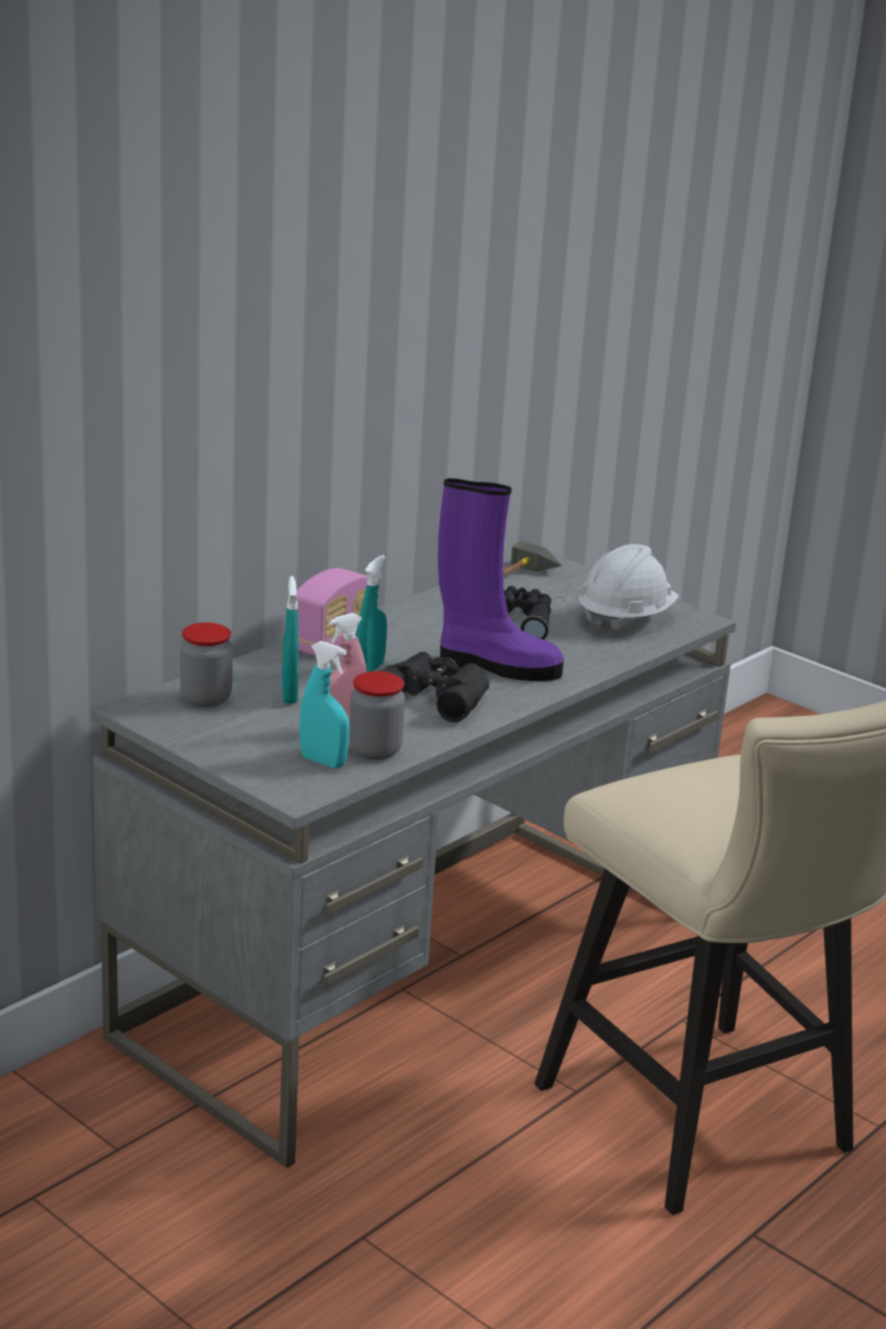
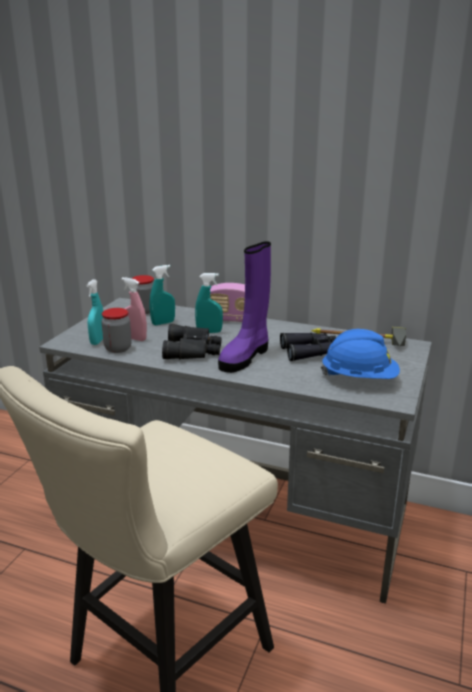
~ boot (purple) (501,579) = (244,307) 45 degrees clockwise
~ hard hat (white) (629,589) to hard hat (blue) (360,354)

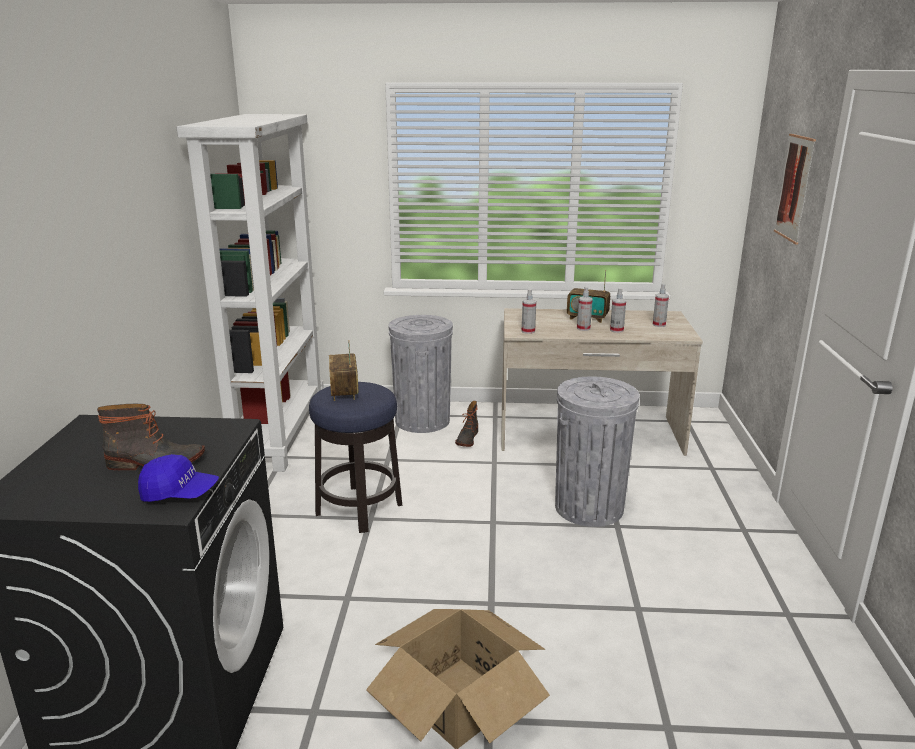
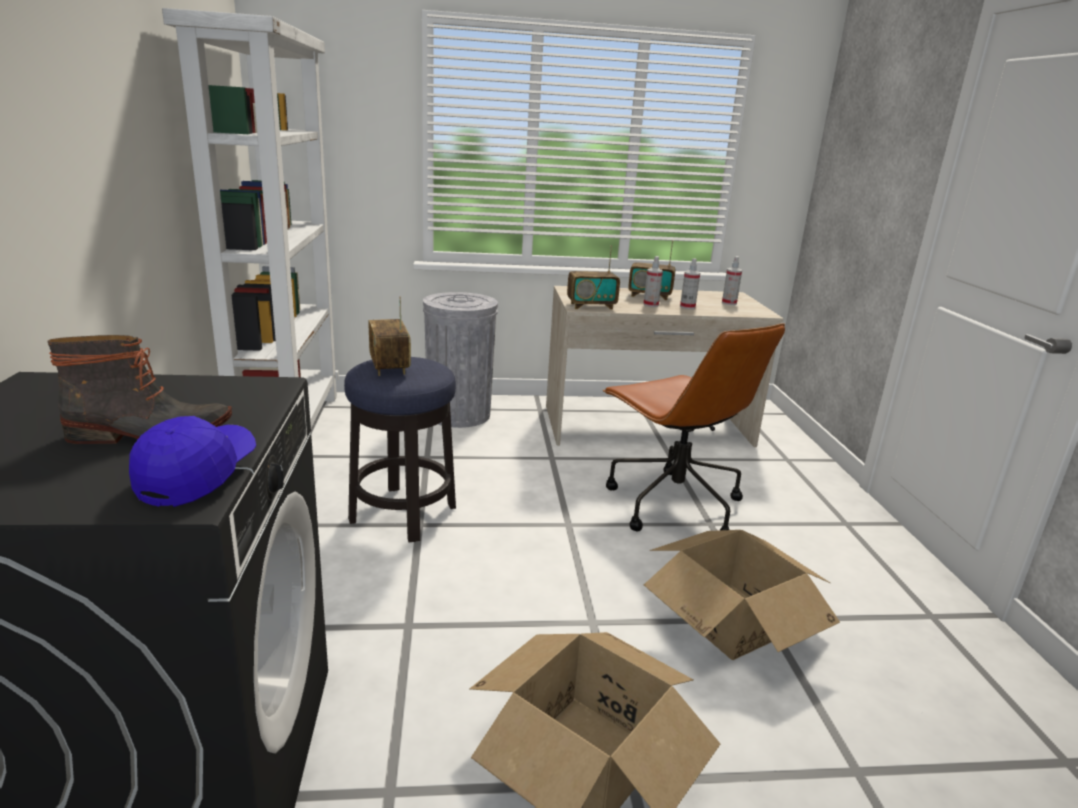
~ cap (blue) (178,478) = (192,461) 75 degrees counterclockwise
~ spray bottle (529,311) to radio (593,277)
~ trash can (grey) (597,451) to office chair (brown) (694,427)
+ cardboard box (742,595)
- boot (466,424)
- picture (795,189)

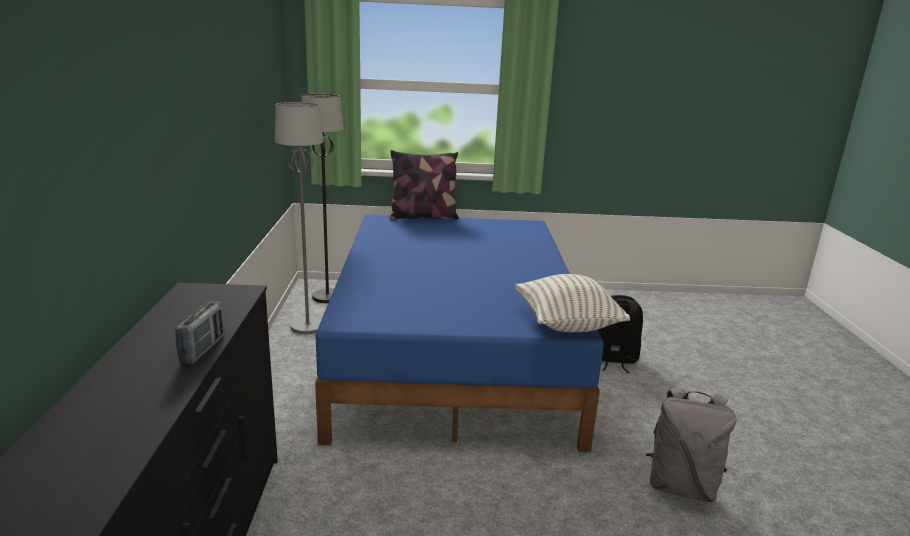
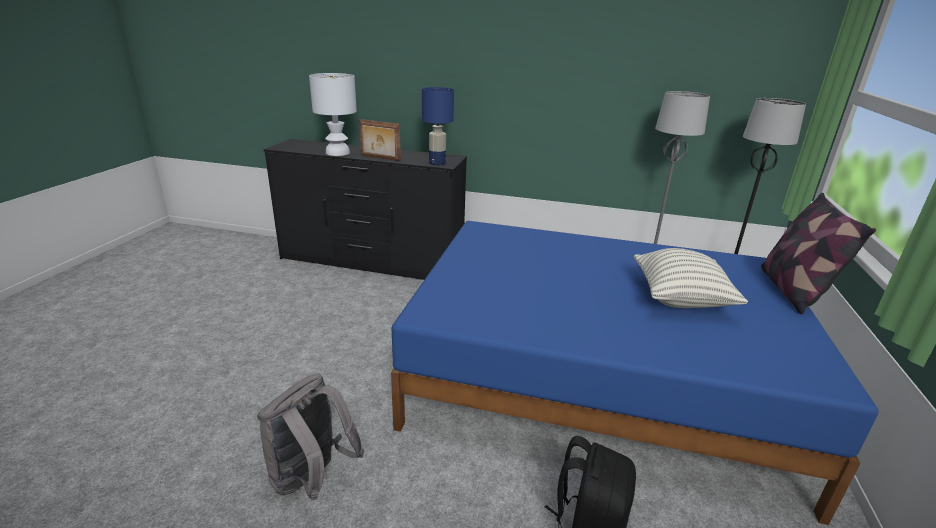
+ table lamp (white) (333,114)
~ radio (200,332) to picture frame (380,140)
+ table lamp (blue) (438,126)
~ pillow (573,303) to (691,278)

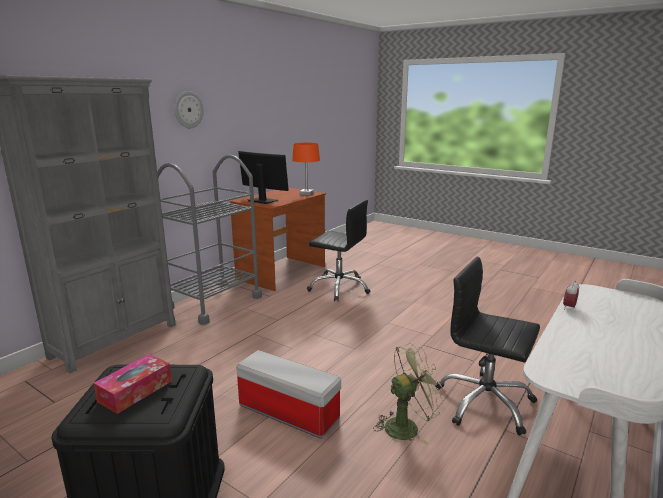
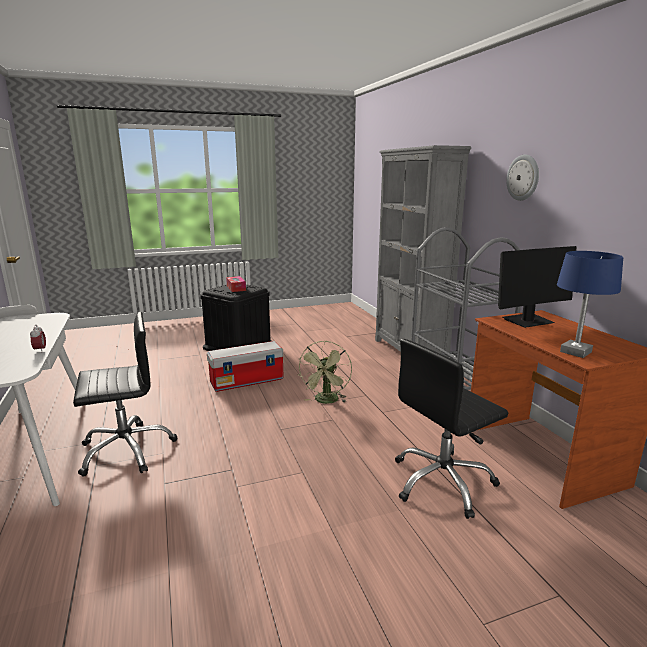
~ fan (green) (409,394) to (325,372)
~ table lamp (orange) (306,169) to table lamp (blue) (590,304)

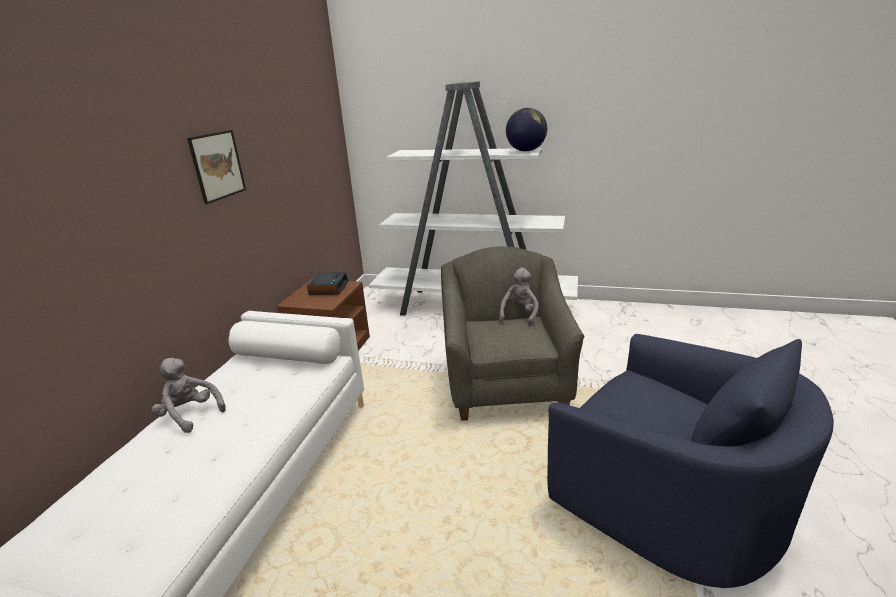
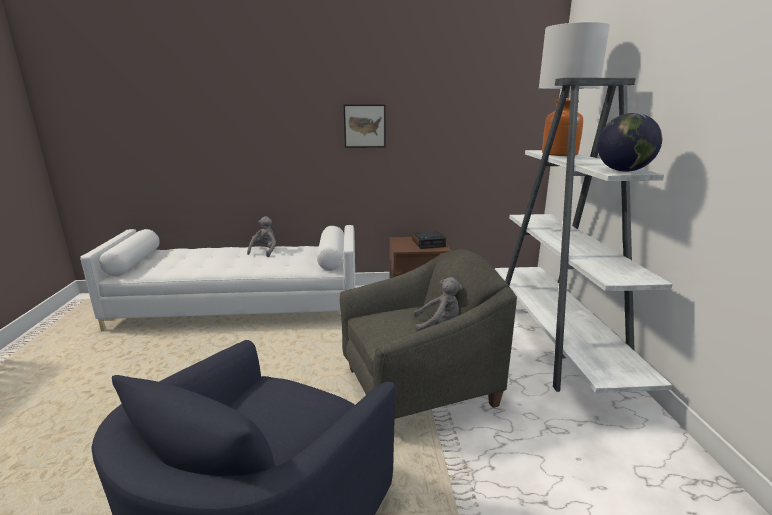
+ table lamp (574,89)

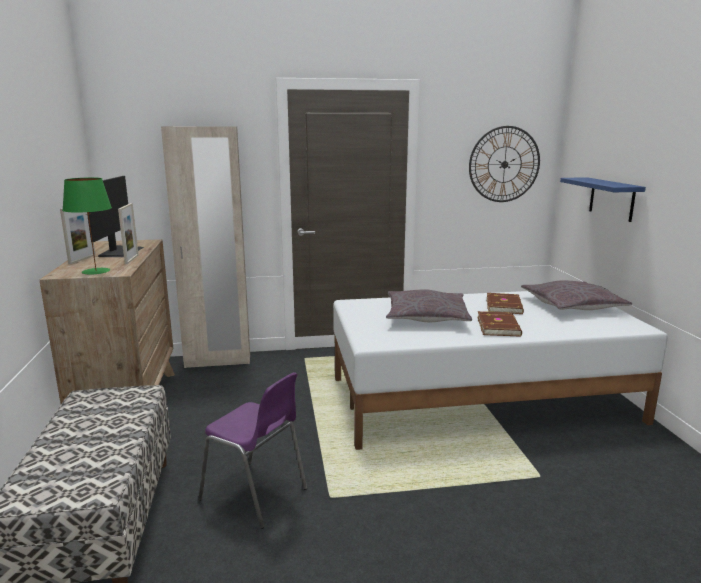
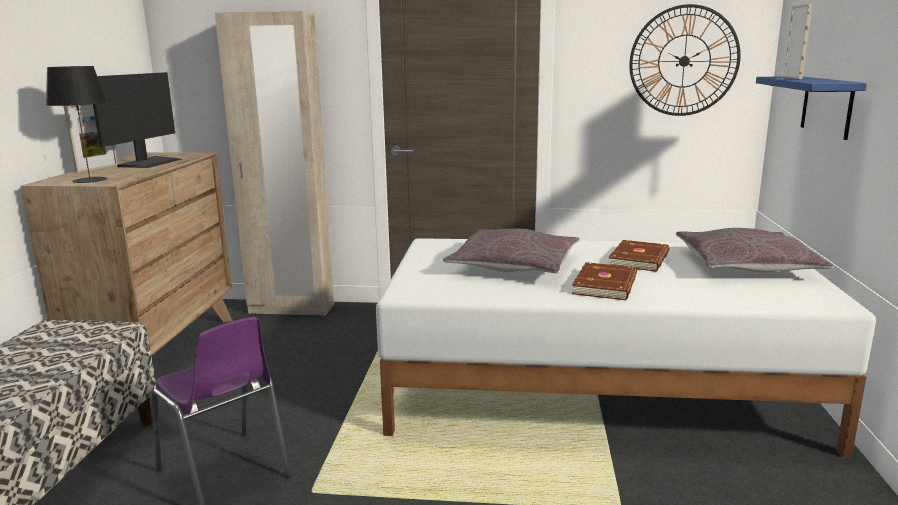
~ table lamp (green) (87,226) to table lamp (black) (76,124)
~ picture frame (128,233) to (797,41)

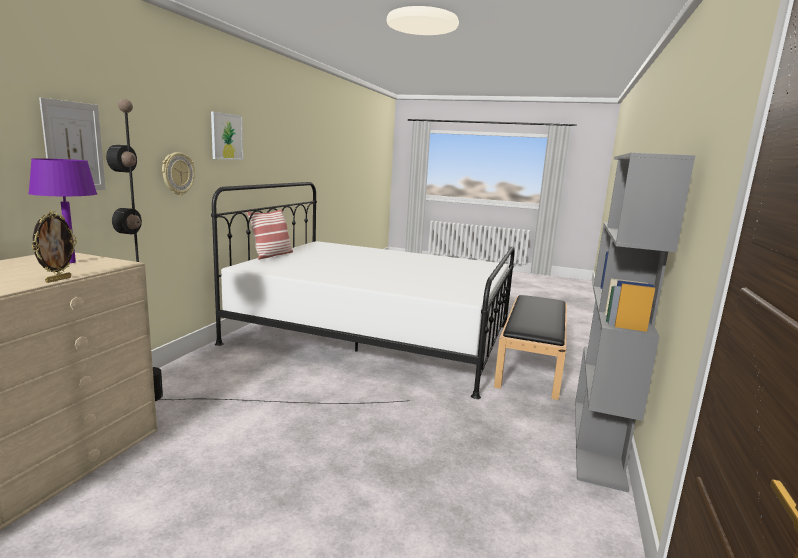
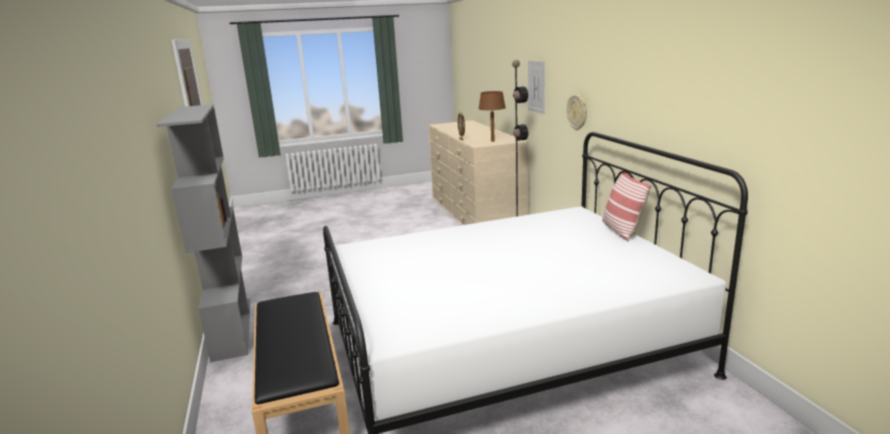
~ table lamp (purple) (62,210) to table lamp (brown) (492,116)
- picture (227,136)

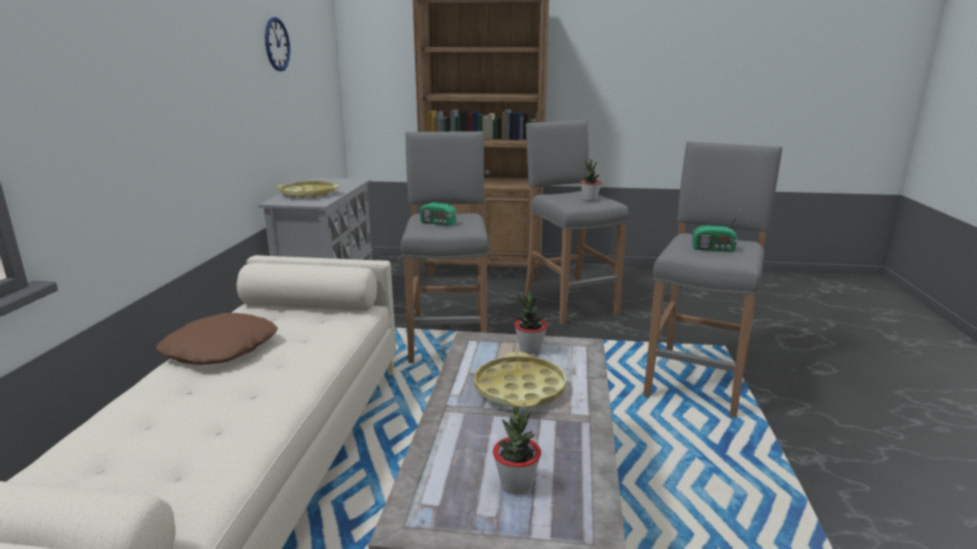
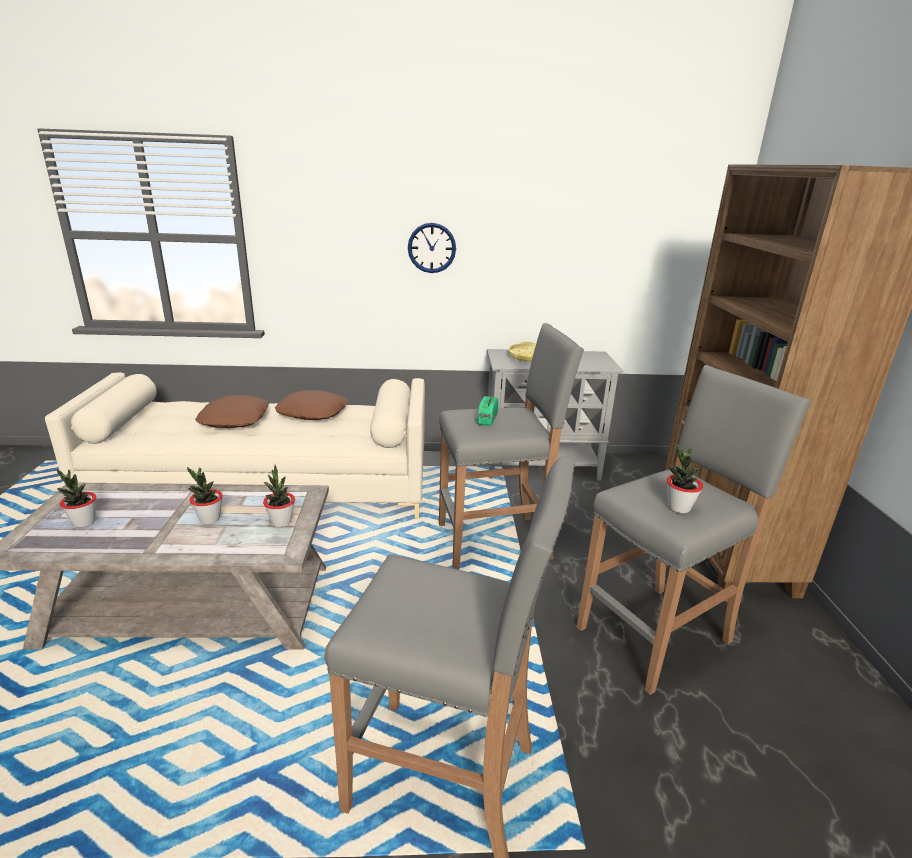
~ tray (yellow) (521,380) to potted plant (205,495)
+ pillow (brown) (232,411)
~ wall clock (277,44) to (432,248)
- radio (716,231)

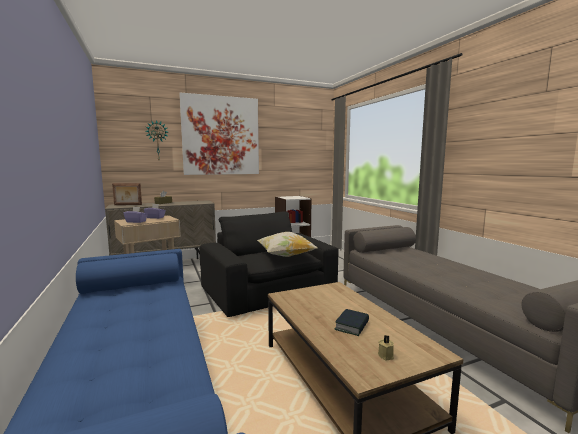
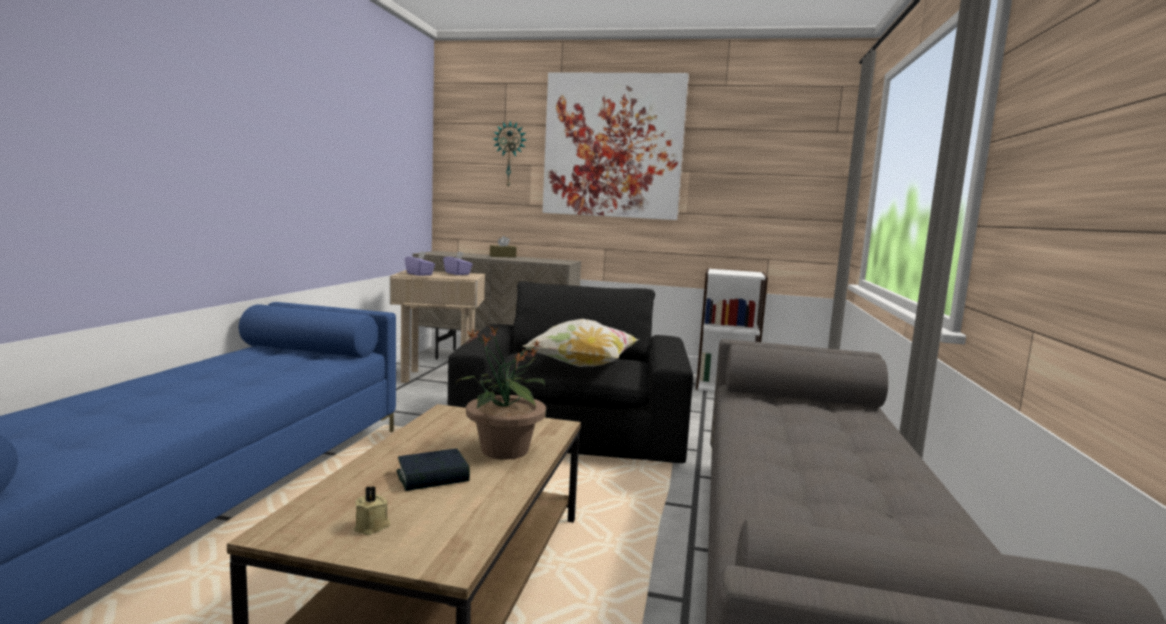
+ potted plant (500,393)
- picture frame (127,194)

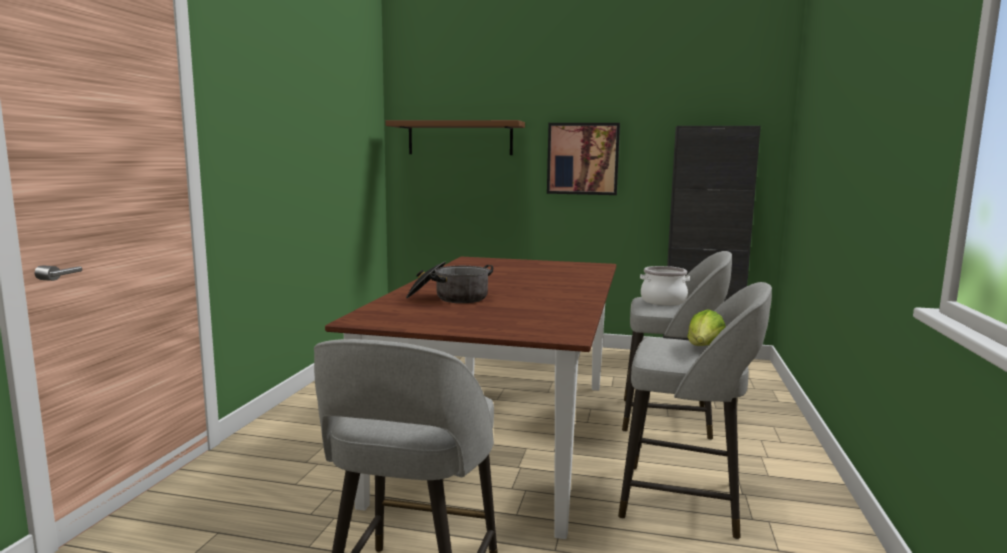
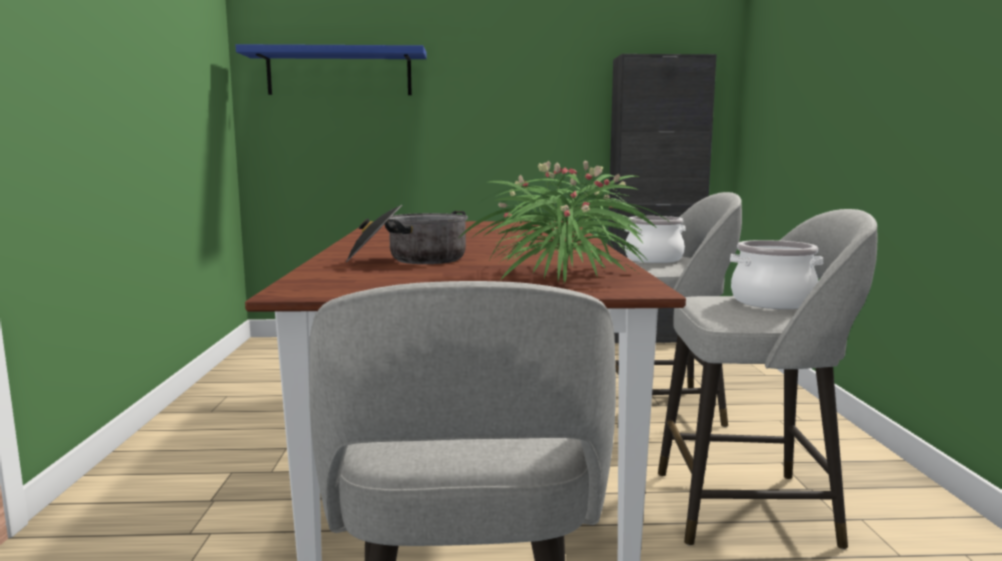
~ shelf (brown) (455,137) to shelf (blue) (331,69)
+ potted plant (565,221)
~ lettuce (707,327) to cooking pot (776,274)
- picture (583,159)

